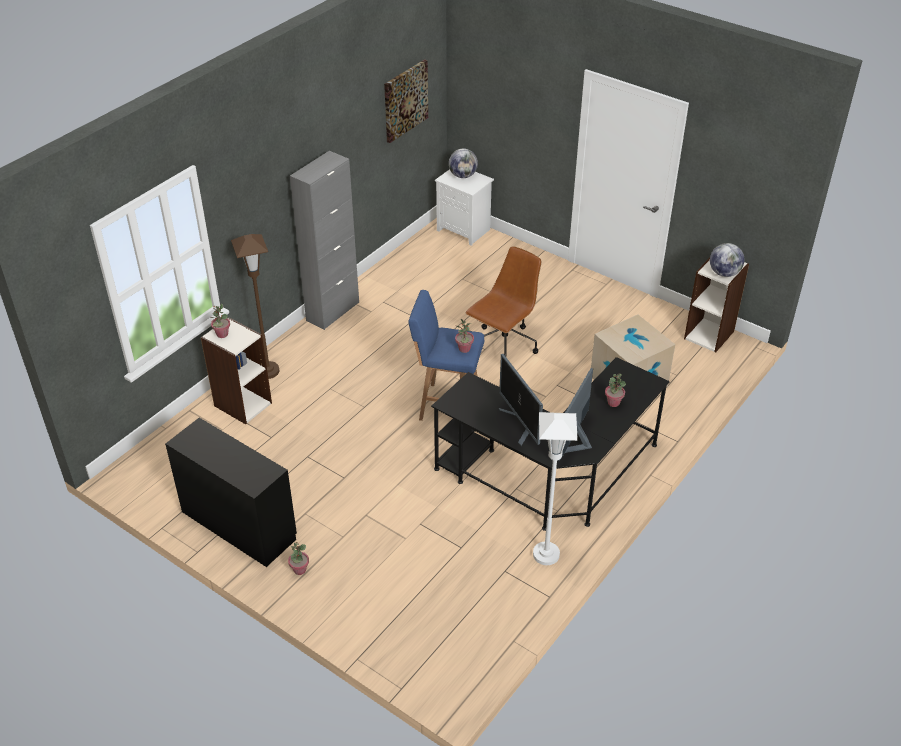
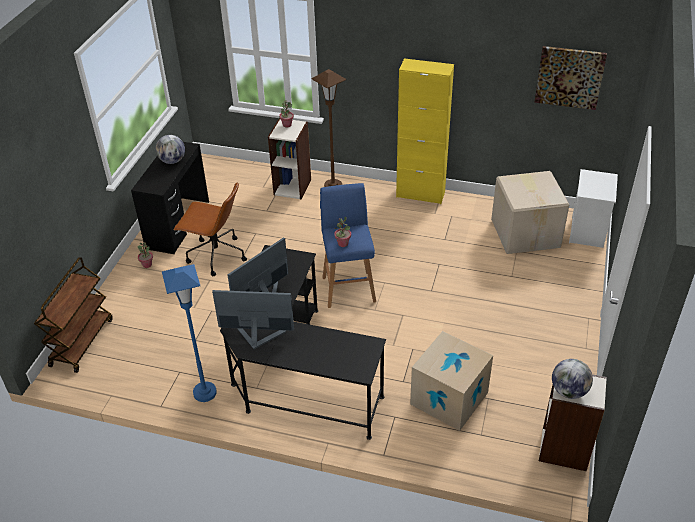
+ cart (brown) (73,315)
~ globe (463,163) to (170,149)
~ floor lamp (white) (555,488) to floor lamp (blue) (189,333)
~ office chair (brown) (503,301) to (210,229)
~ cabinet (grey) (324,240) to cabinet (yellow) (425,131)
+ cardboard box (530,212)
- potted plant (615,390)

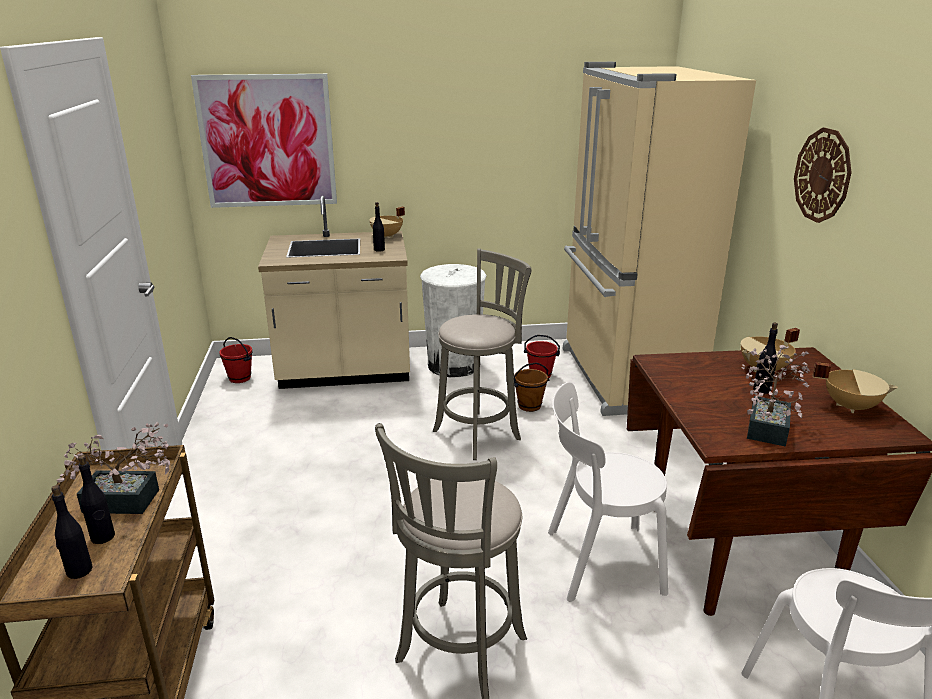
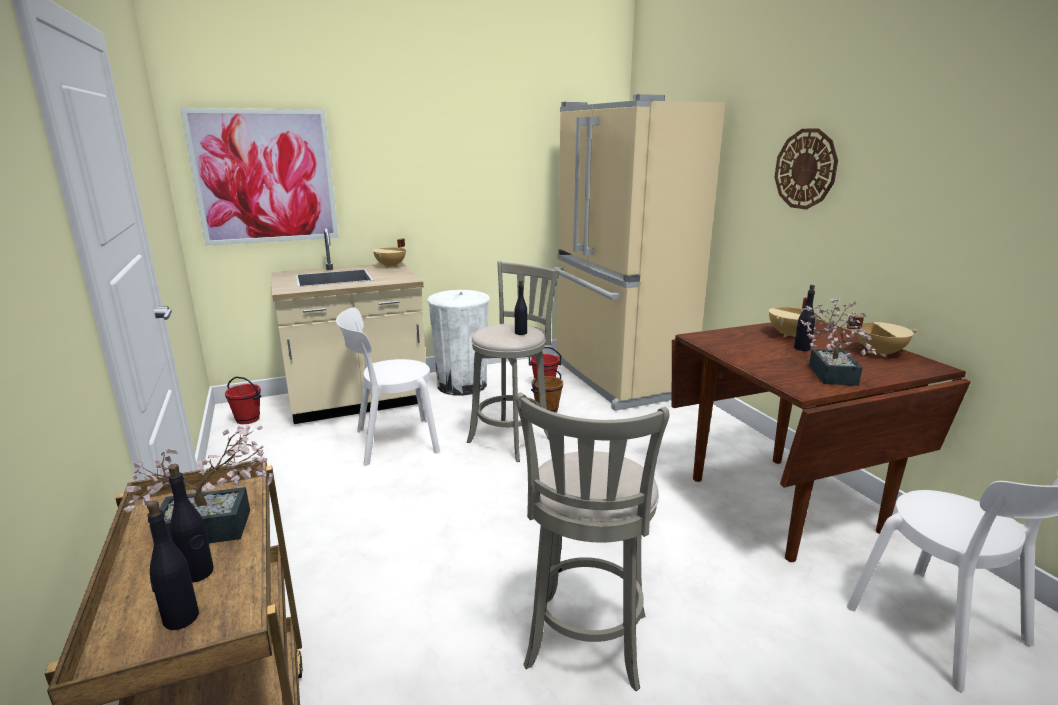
~ chair (white) (608,492) to (388,386)
~ bottle (black) (379,227) to (520,307)

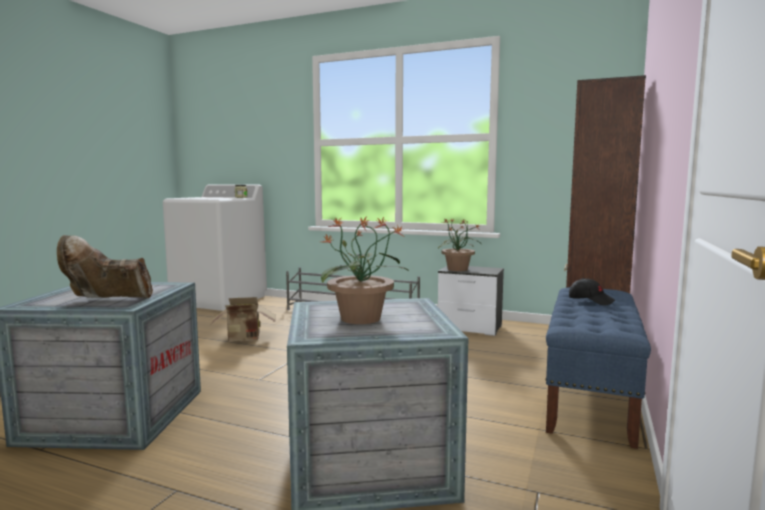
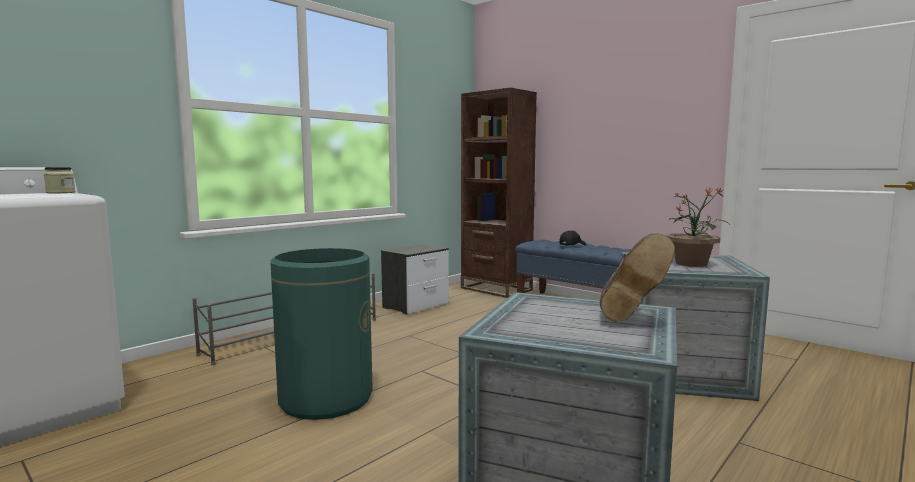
~ cardboard box (243,319) to trash can (green) (321,334)
- potted plant (459,244)

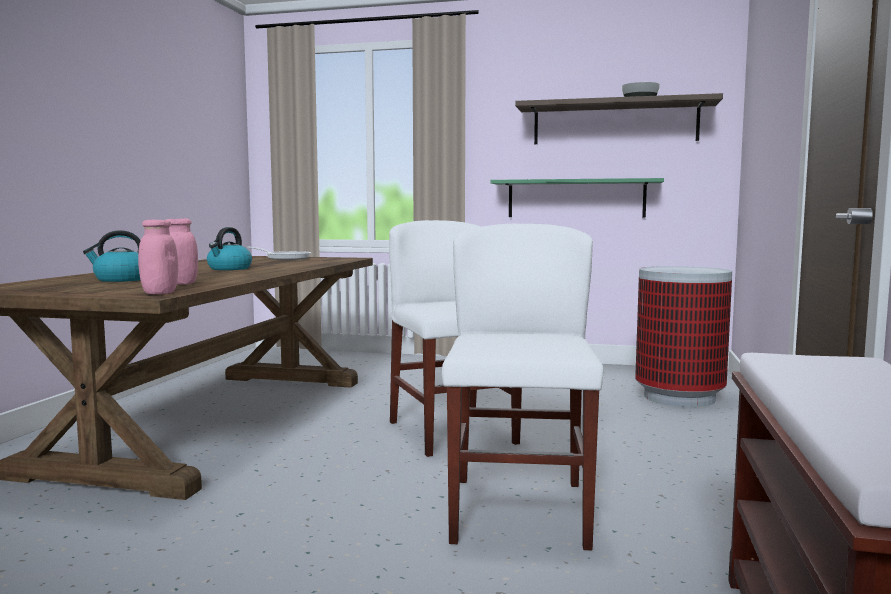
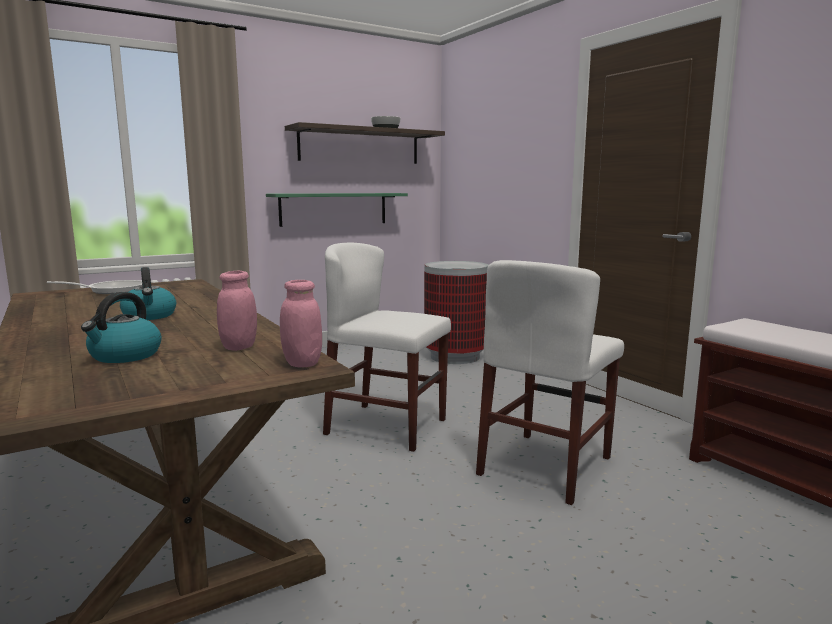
~ chair (white) (522,387) = (550,382) 105 degrees counterclockwise

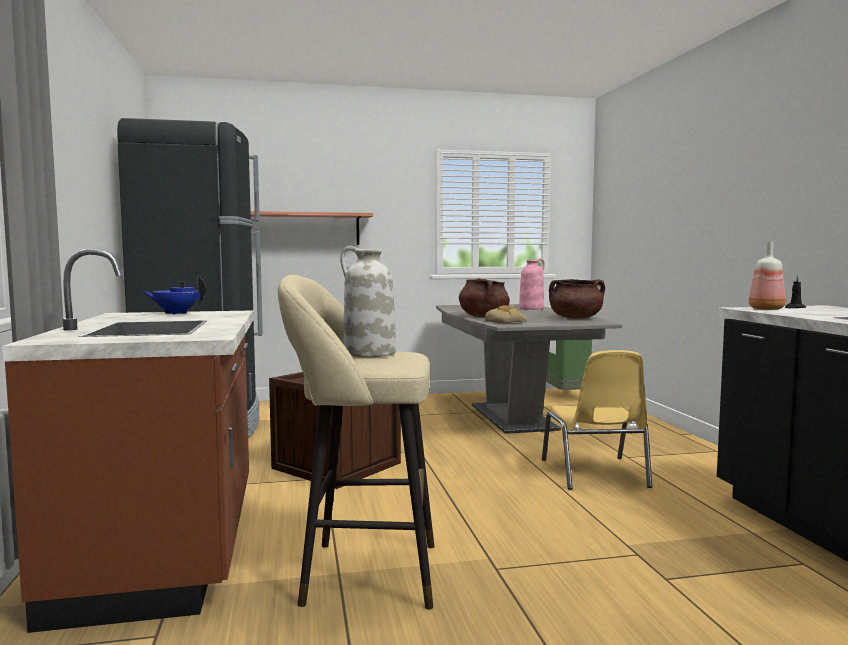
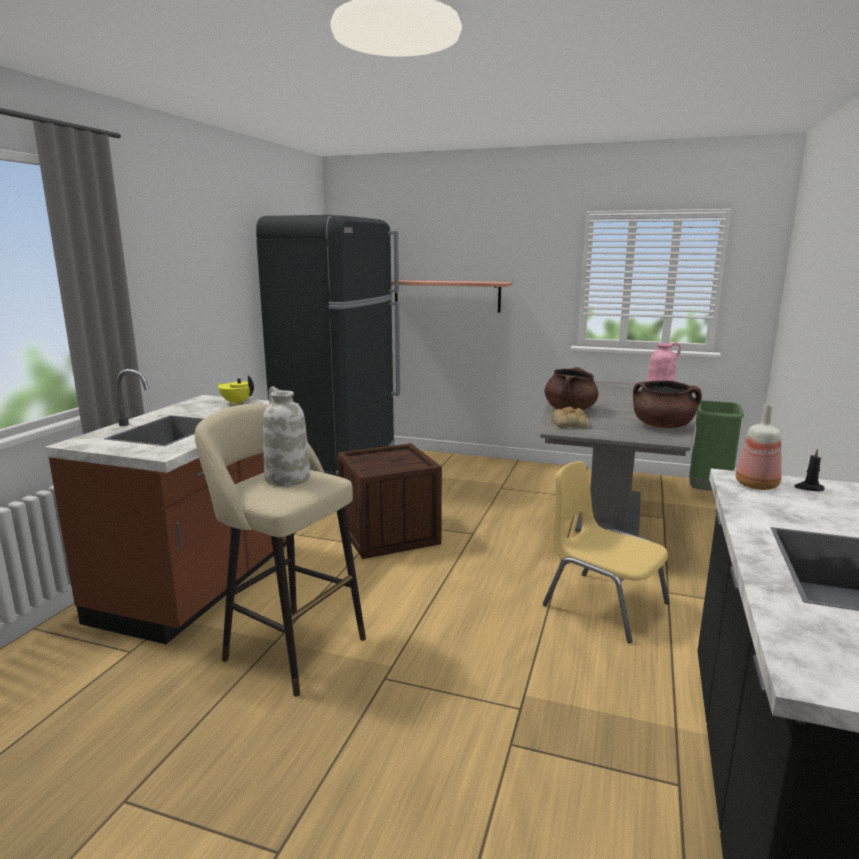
~ teapot (blue) (174,295) to teapot (yellow) (235,390)
~ chair (yellow) (597,420) = (606,552) 105 degrees clockwise

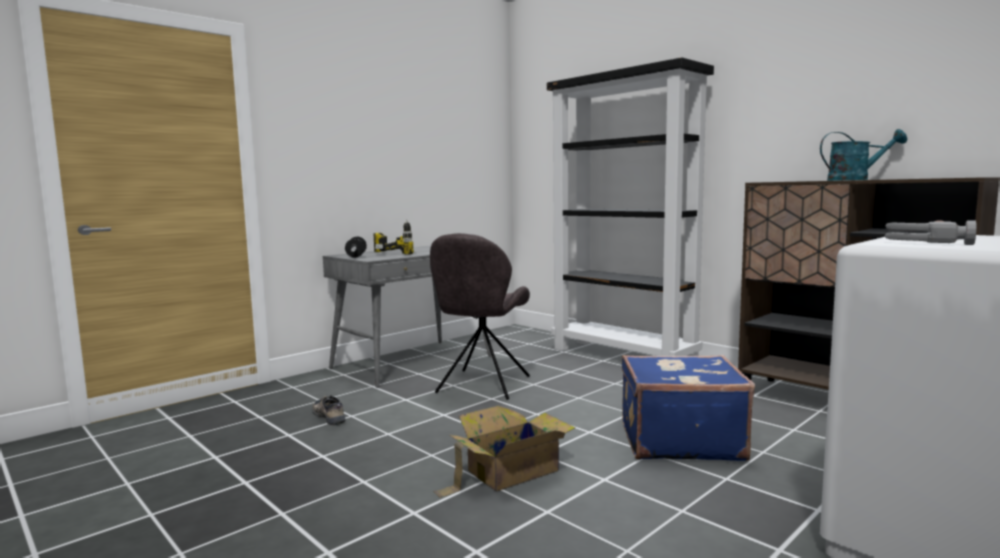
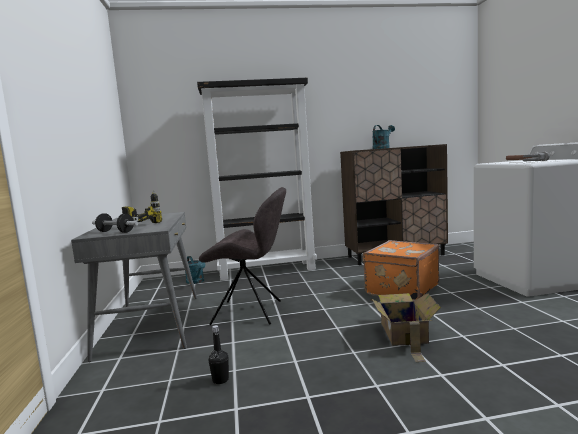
+ watering can (turquoise) (195,270)
~ chair (grey) (480,316) = (242,256) 45 degrees counterclockwise
~ shoe (329,410) to bottle (black) (218,354)
~ suitcase (blue) (688,408) to suitcase (orange) (401,271)

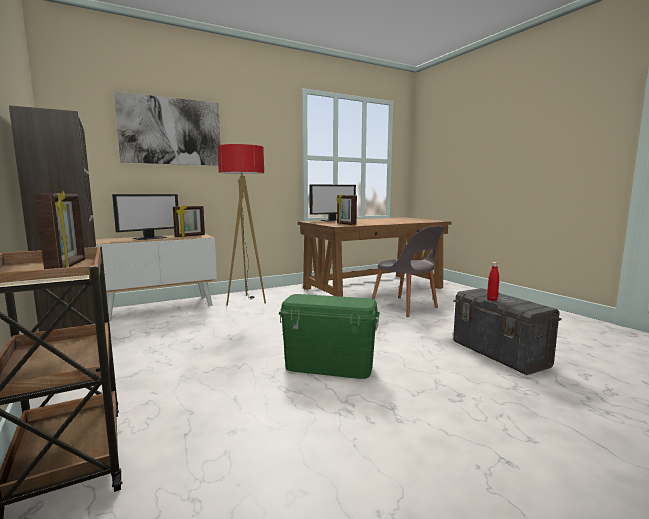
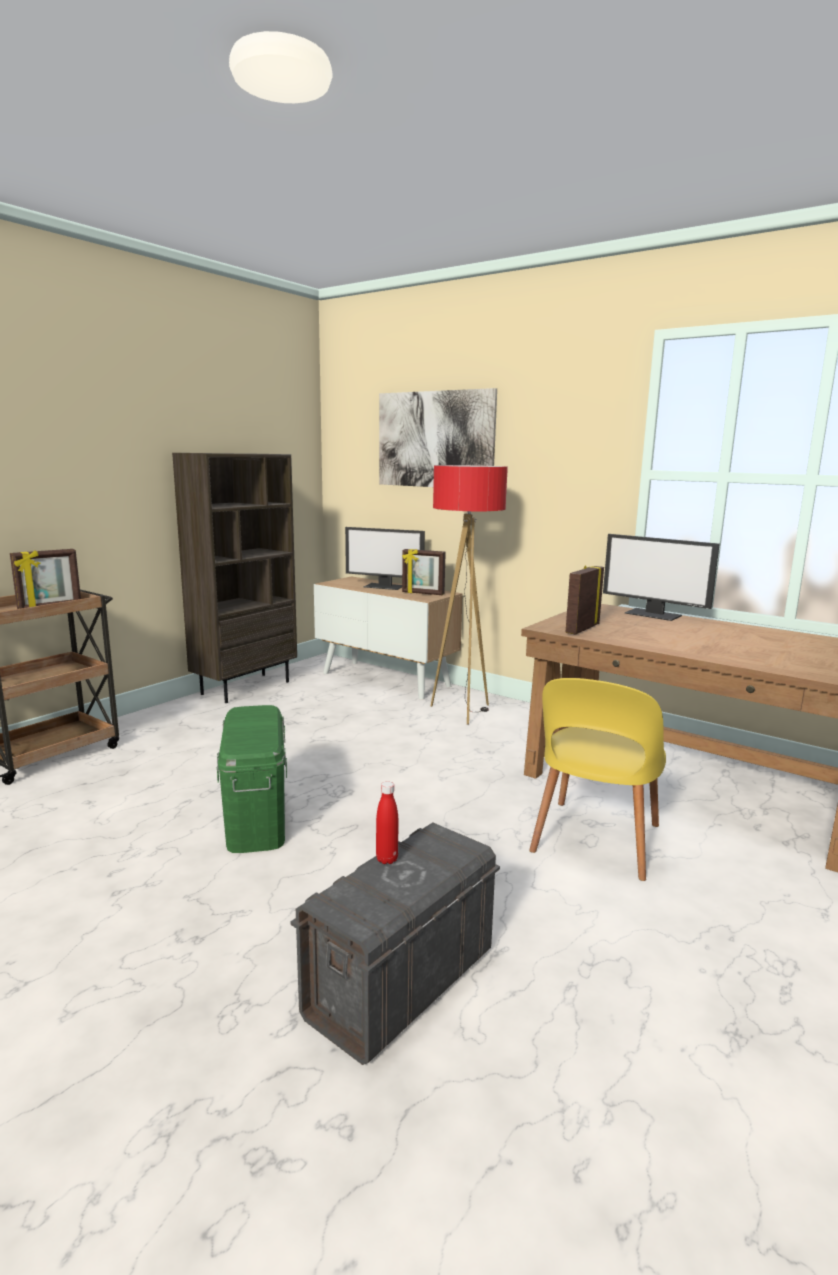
~ chair (grey) (407,271) to chair (yellow) (597,779)

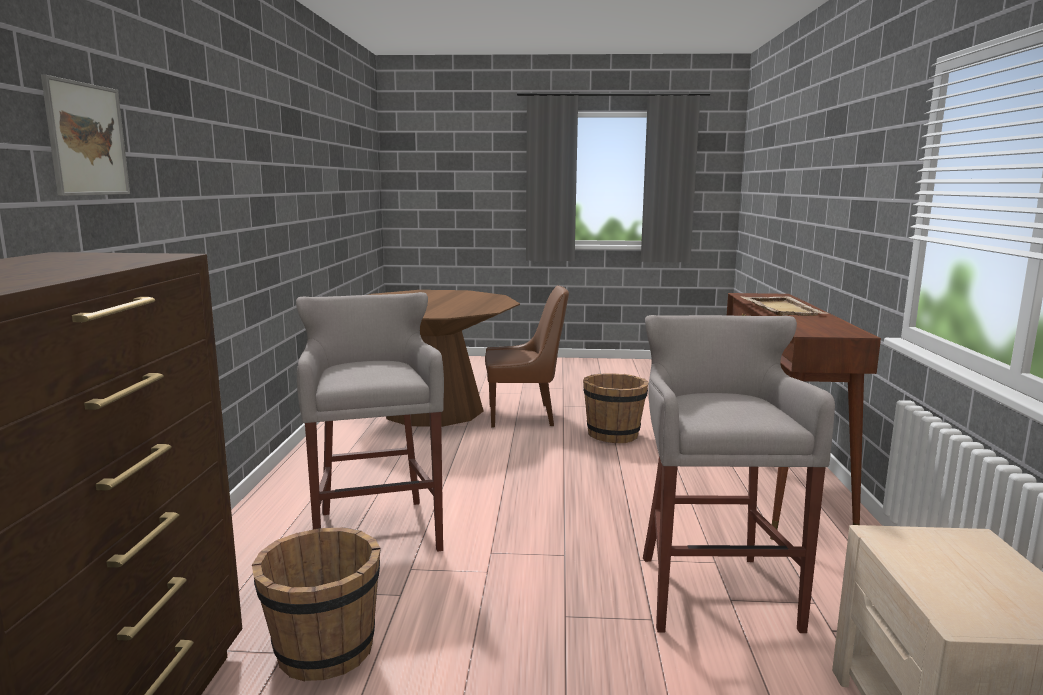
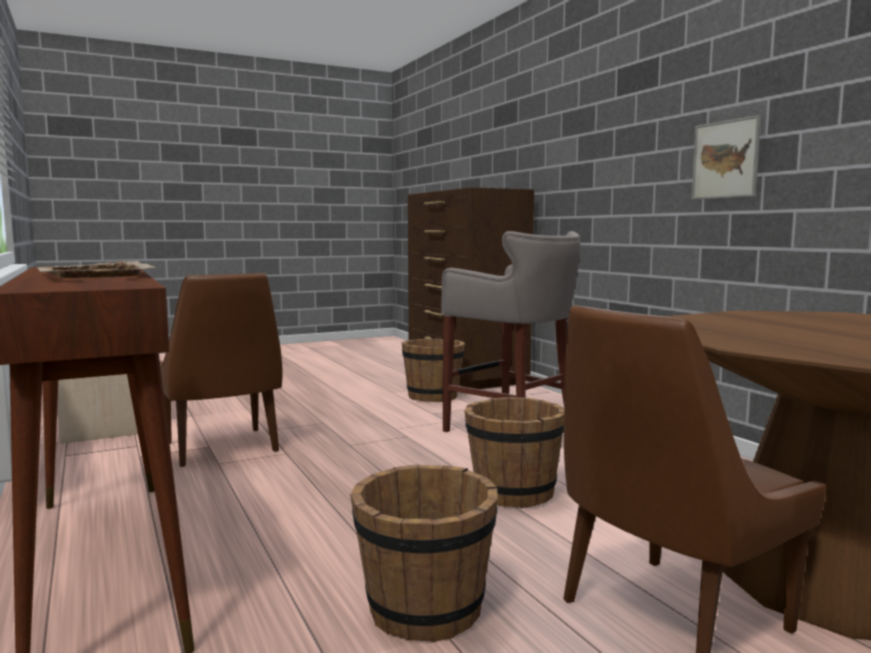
~ stool (grey) (739,474) to chair (brown) (221,370)
+ bucket (brown) (514,452)
~ picture (85,135) to (726,157)

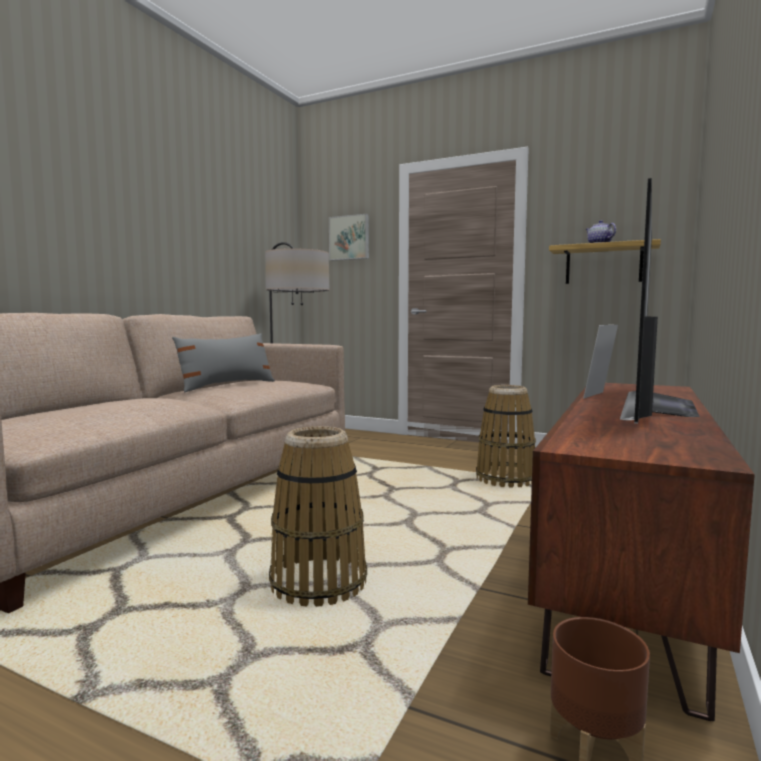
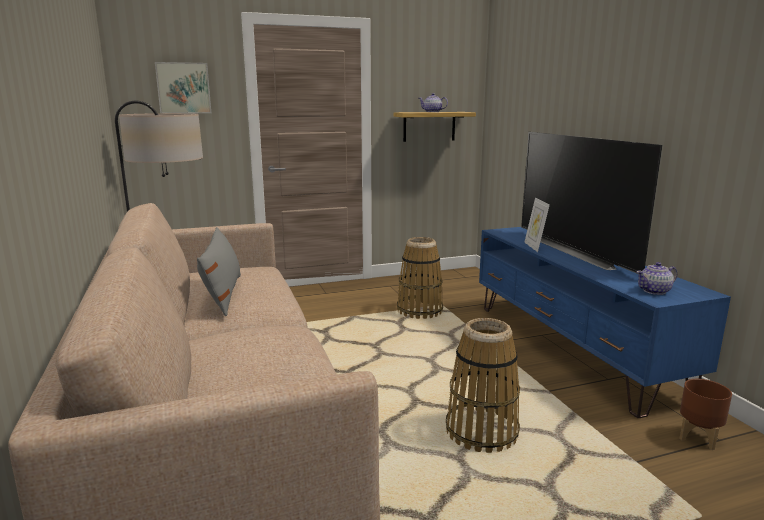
~ tv stand (brown) (641,552) to tv stand (blue) (605,322)
+ teapot (656,278)

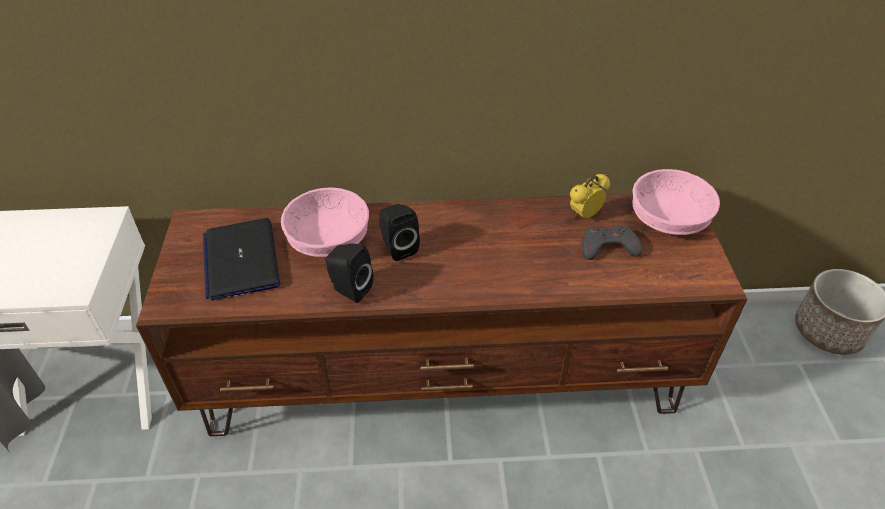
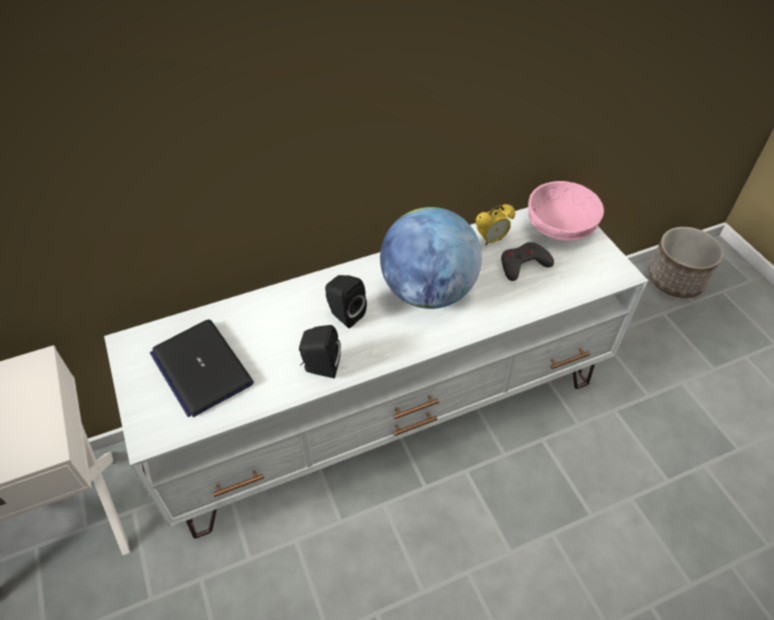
~ tv stand (brown) (441,314) to tv stand (white) (376,373)
+ globe (431,258)
~ alarm clock (590,196) = (495,224) 150 degrees counterclockwise
- bowl (pink) (325,222)

